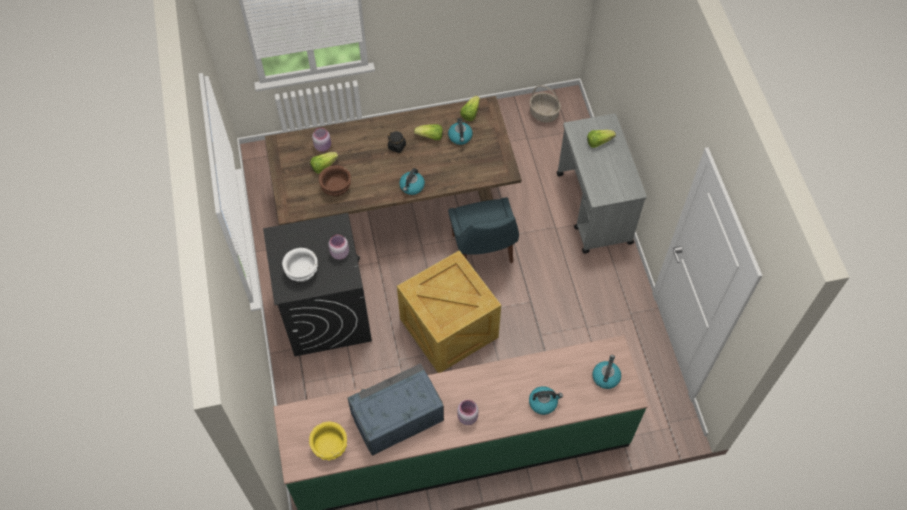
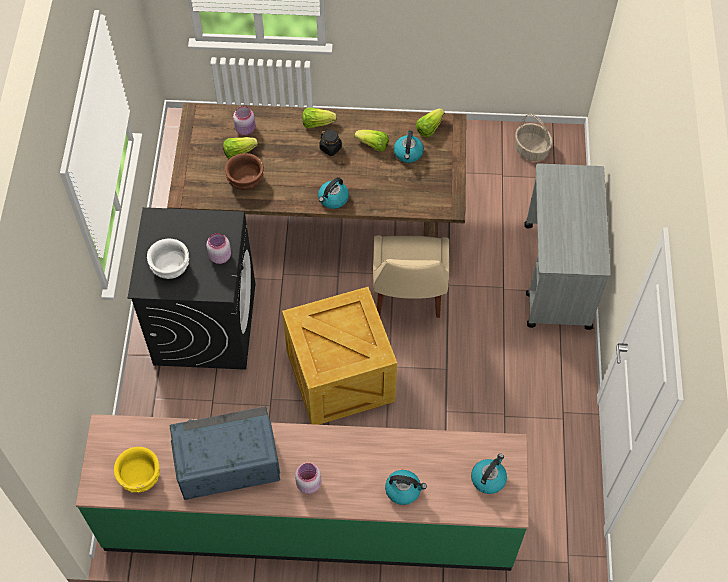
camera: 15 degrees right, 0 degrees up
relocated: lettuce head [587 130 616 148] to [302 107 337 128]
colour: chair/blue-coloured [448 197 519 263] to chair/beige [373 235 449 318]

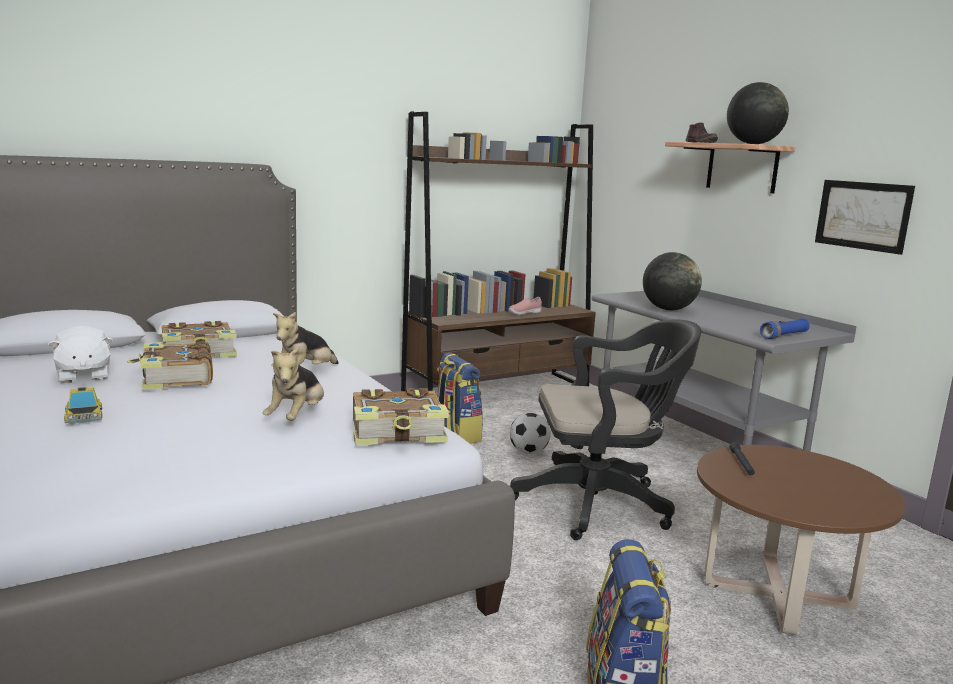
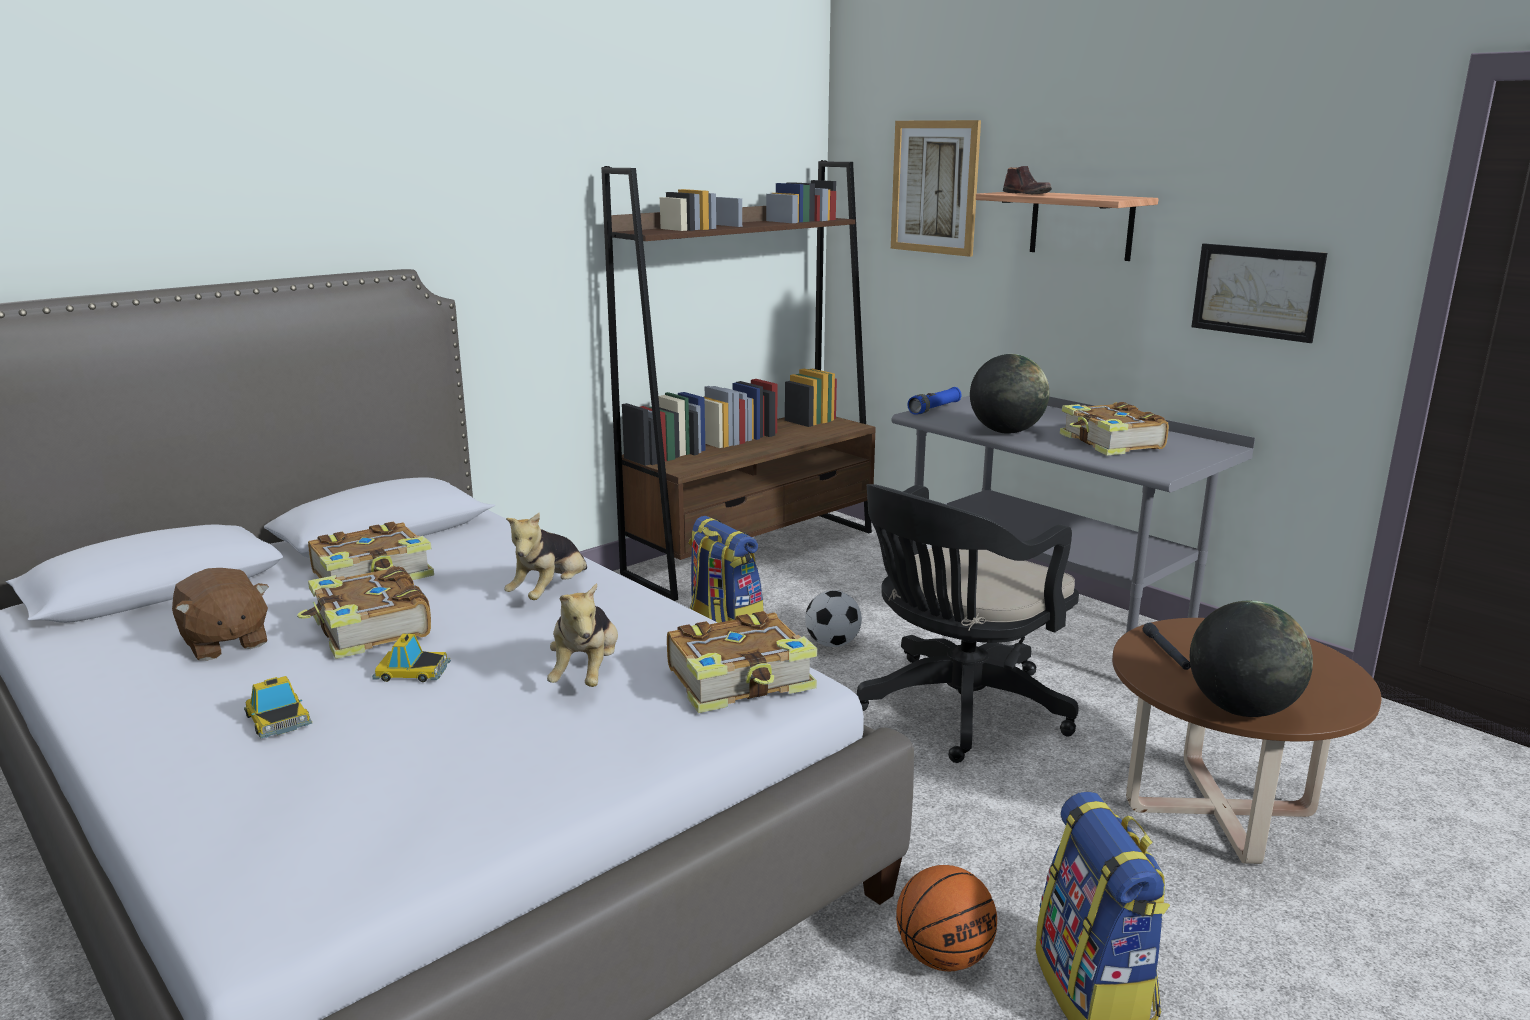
camera: 10 degrees left, 5 degrees up
missing: low shoe/pink-coloured [508 297 542 315]
appeared: model car [372 634 451 682]; picture [891 120 981 257]; basketball [896 865 997 972]; volume [1060 402 1169 455]
relocated: globe [727 82 789 144] to [1190 600 1313 717]; flashlight/blue-coloured [760 318 810 339] to [907 387 961 415]
colour: soft toy/whitish [48 326 113 383] to soft toy/brown-coloured [172 568 269 661]
spun: computer chair/black [510 320 701 540] = [857 484 1079 763] 150 degrees clockwise

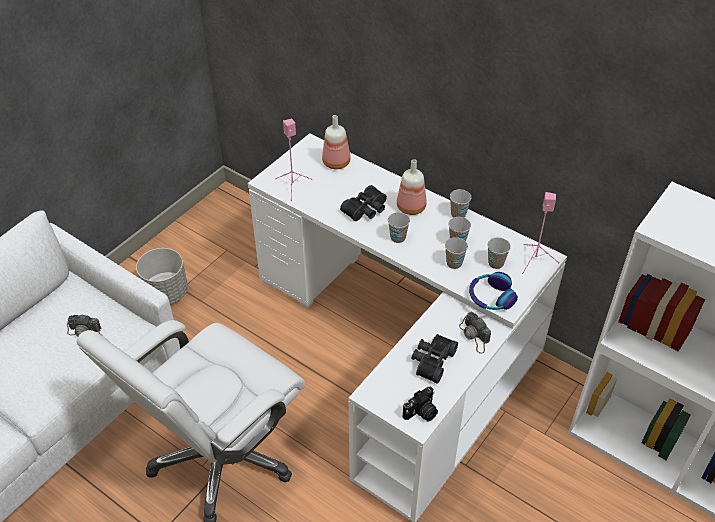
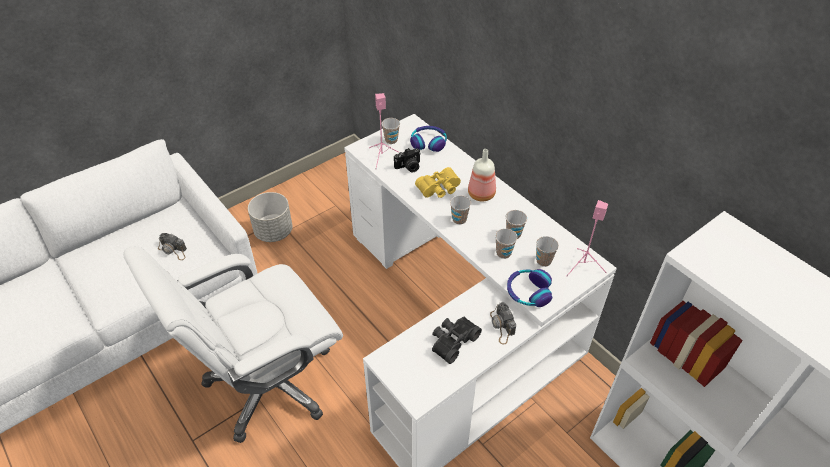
camera: 15 degrees right, 0 degrees up
relocated: photo camera [402 387 438 422] to [394 148 421 173]; small cup [450 189 472 218] to [382 118 400 144]
exchanged: drink bottle [322 115 350 169] to headset [410 126 447 152]
colour: binoculars/black [340 185 387 221] to binoculars/yellow [415 167 461 198]

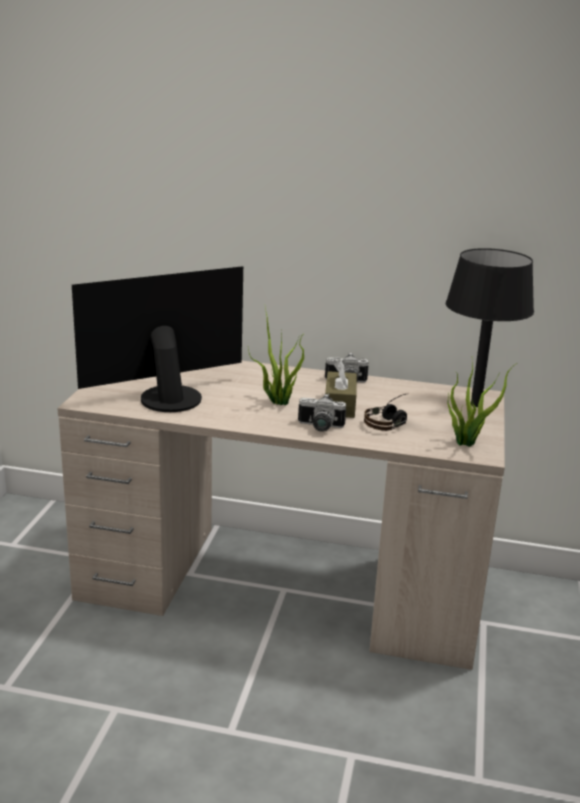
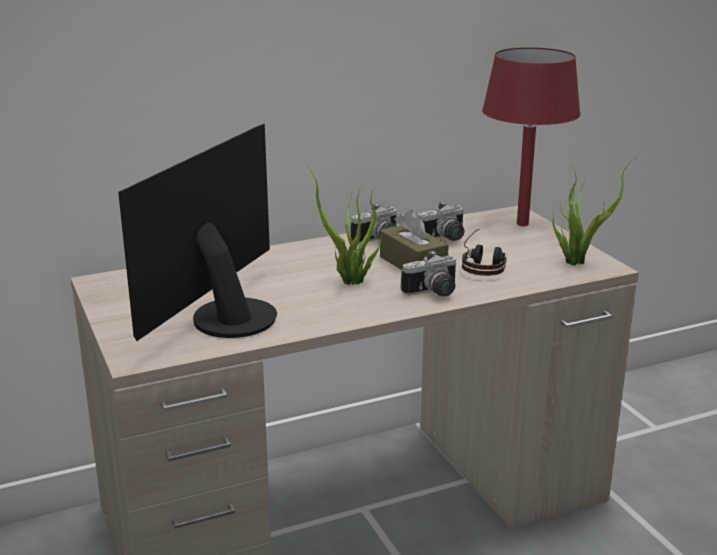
camera: 35 degrees left, 0 degrees up
appeared: photo camera [418 201 464 241]
colour: table lamp/black [446 248 534 407] to table lamp/red [482 47 581 226]

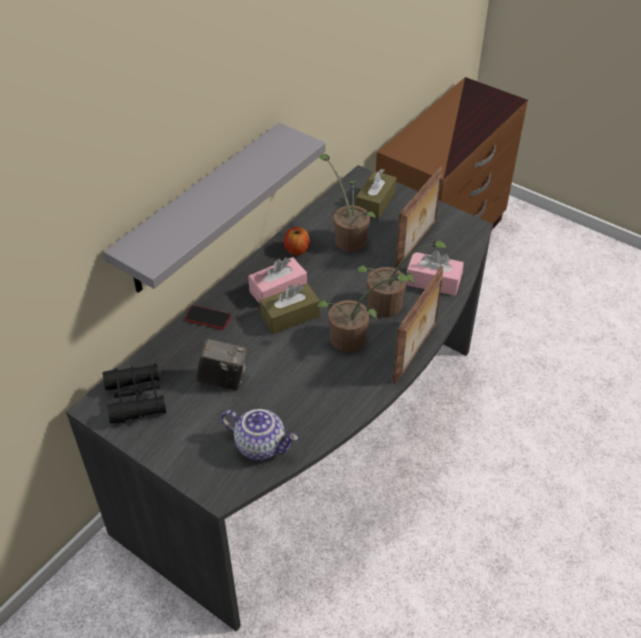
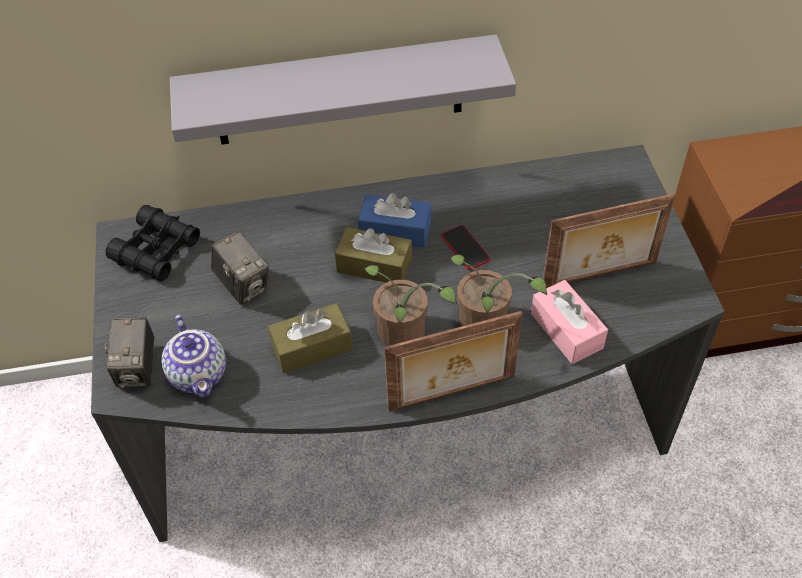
camera: 45 degrees right, 5 degrees up
missing: whole apple [284 227 310 255]; potted plant [319 154 376 252]
appeared: photo camera [105 317 155 388]
relocated: telephone [185 305 231 329] to [441 225 490 270]; tissue box/brown-coloured [356 169 396 219] to [268 303 353 373]
colour: tissue box/pink-coloured [248 257 307 304] to tissue box/blue-coloured [358 193 431 248]

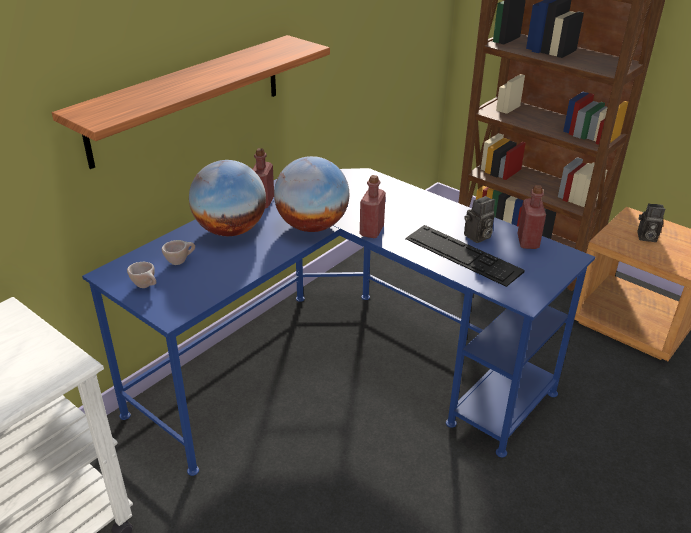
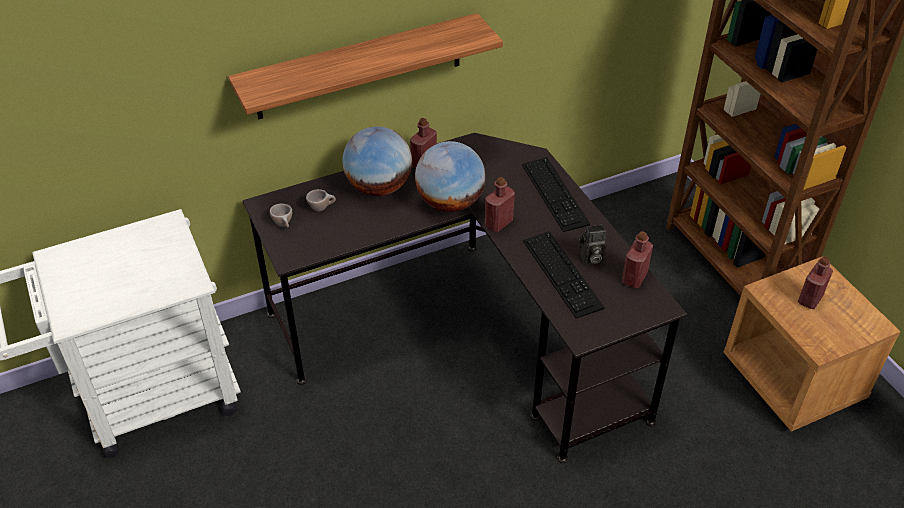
camera: 25 degrees right, 10 degrees up
appeared: PC keyboard [522 157 590 232]
exchanged: photo camera [637 203 665 242] to drink bottle/red [798 256 833 309]
colour: desk/blue-coloured [82 168 595 476] to desk/black [243 133 687 463]

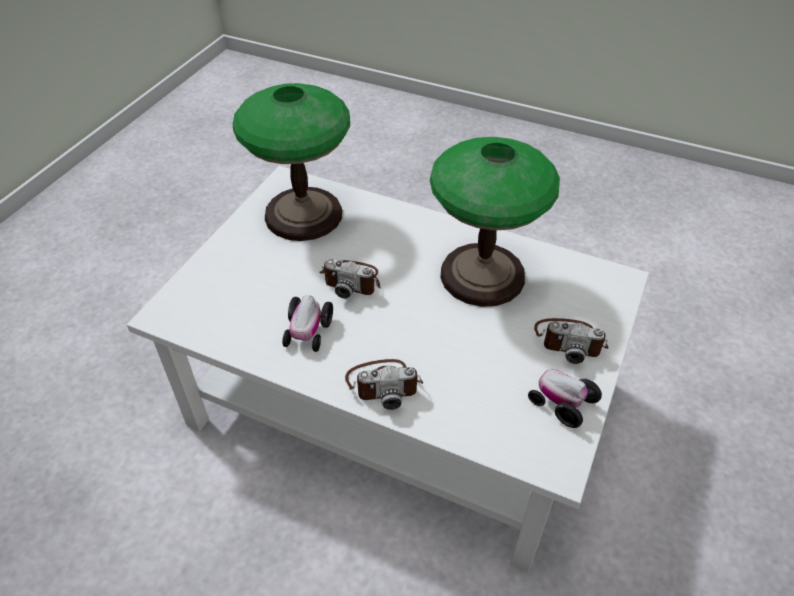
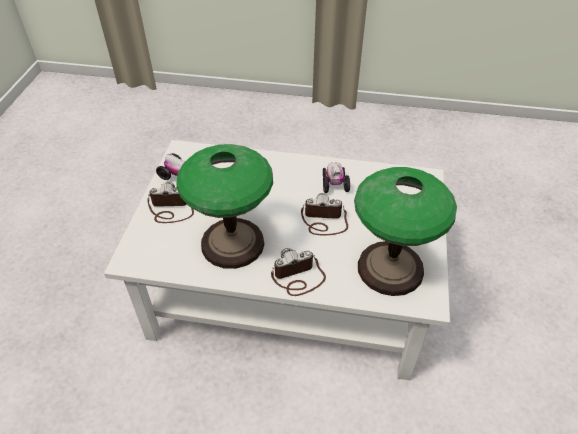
camera: 165 degrees right, 0 degrees up
relocated: photo camera [345 359 423 410] to [271 248 326 296]

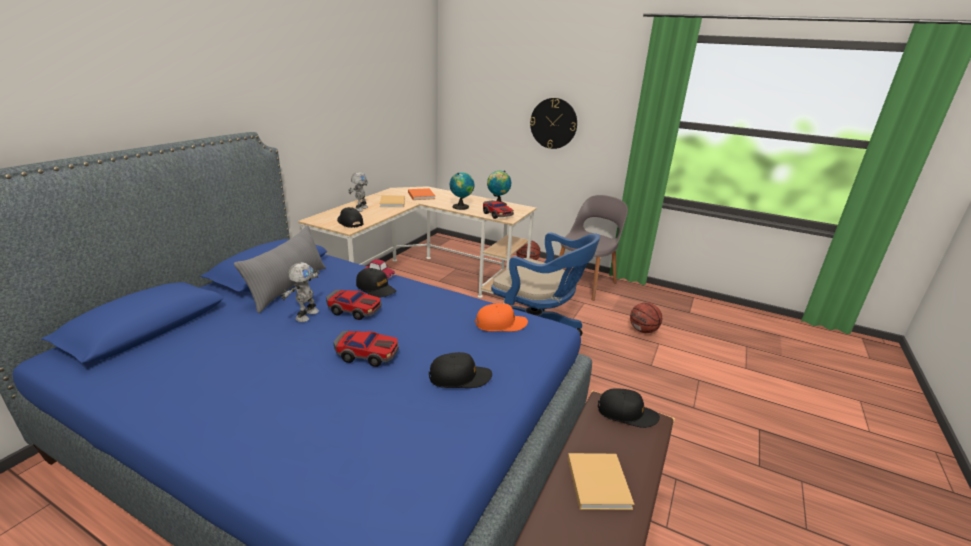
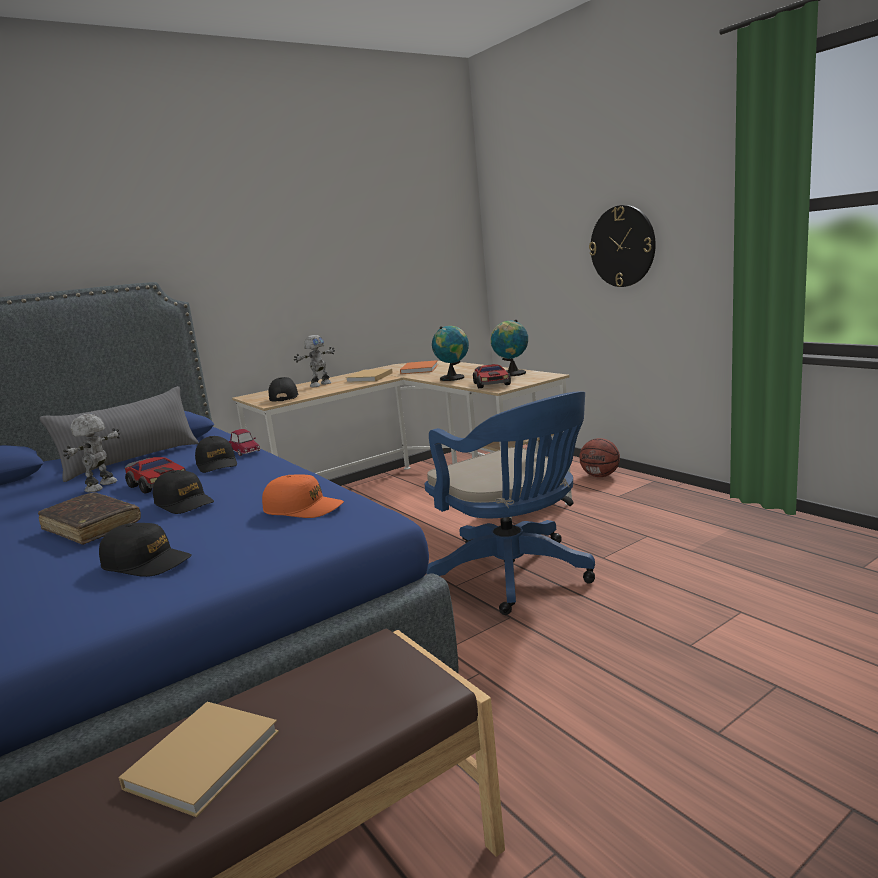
camera: 30 degrees right, 10 degrees down
missing: chair/grey [559 195 628 301]; basketball [630 302 662 333]
relocated: cap/black [598 388 660 428] to [153 470 214 514]
exchanged: model car [333 331 399 367] to volume/brown-coloured [38 492 141 545]
spun: toy robot [281 262 320 322] = [63 414 121 492] 150 degrees clockwise

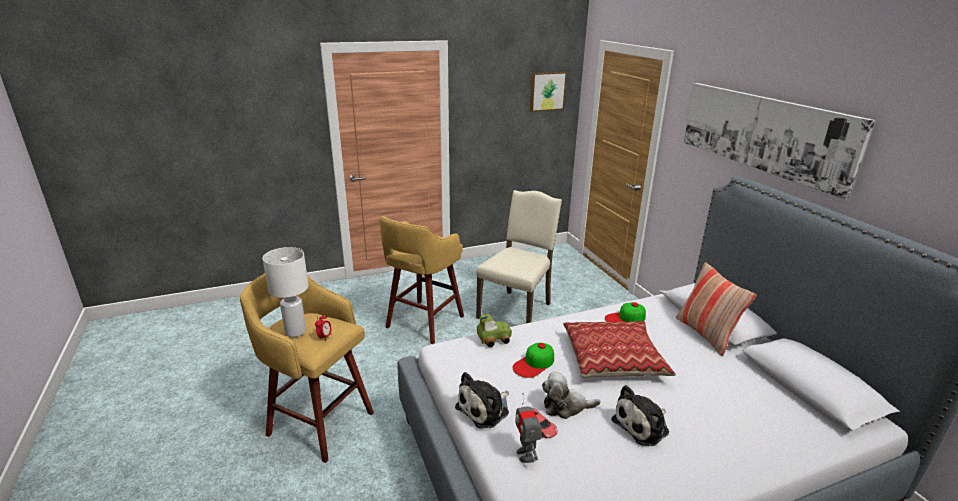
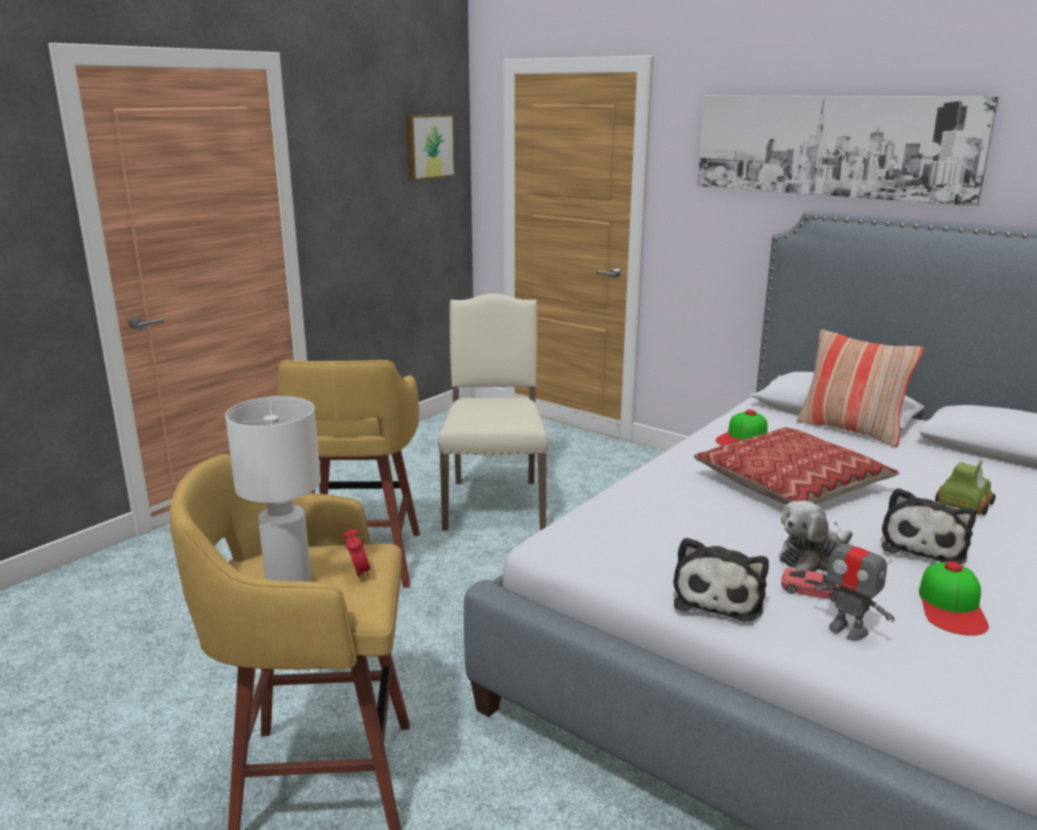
camera: 30 degrees left, 5 degrees down
relocated: model car [477 314 512 347] to [935 460 996 516]; cap [512 343 554 378] to [919 561 989 636]

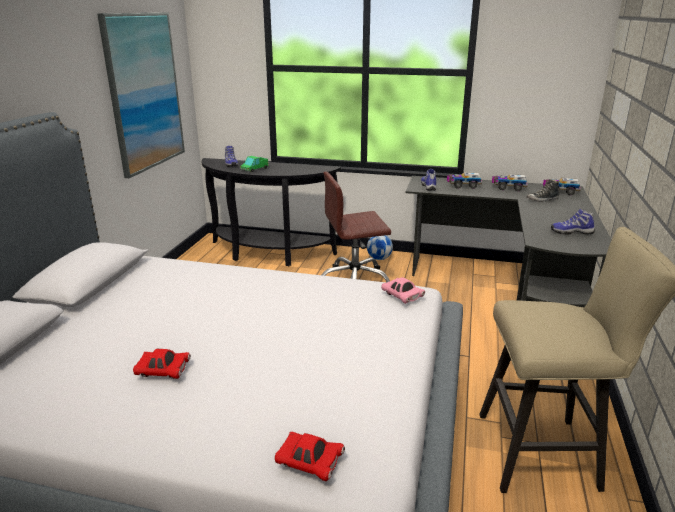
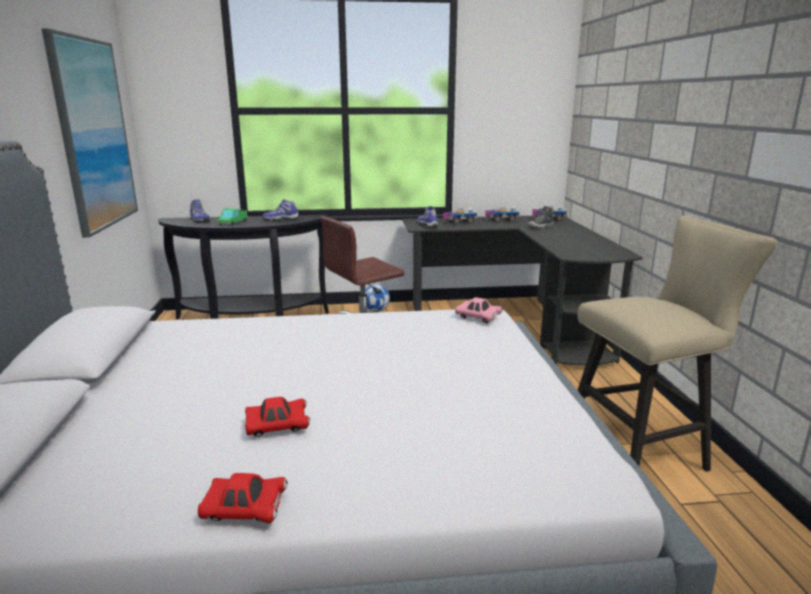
camera: 20 degrees left, 5 degrees down
relocated: model car/red [275 432 345 481] to [198 473 288 523]; low shoe [551 209 595 235] to [262 199 299 221]

